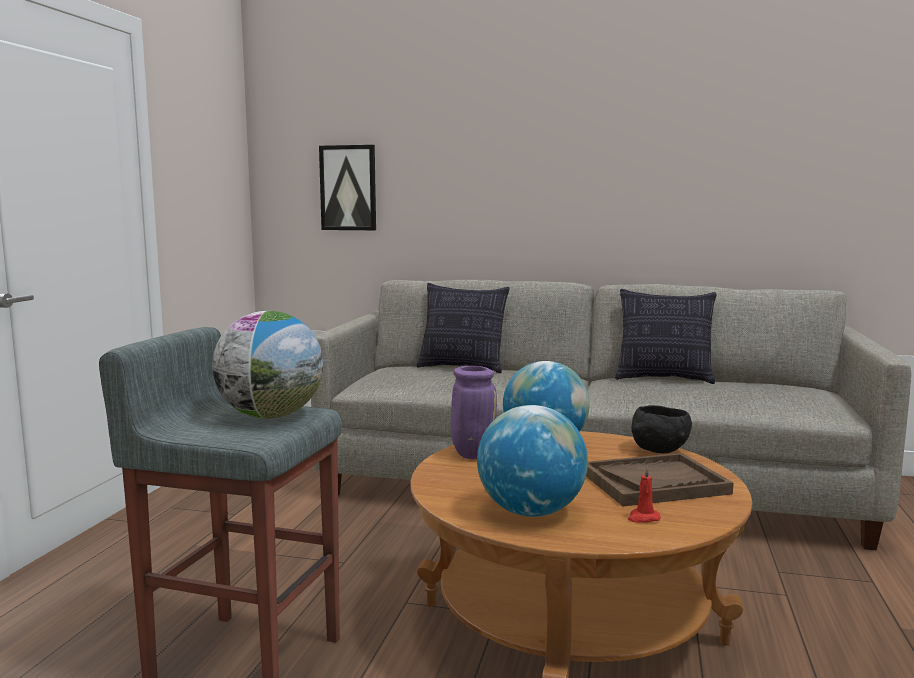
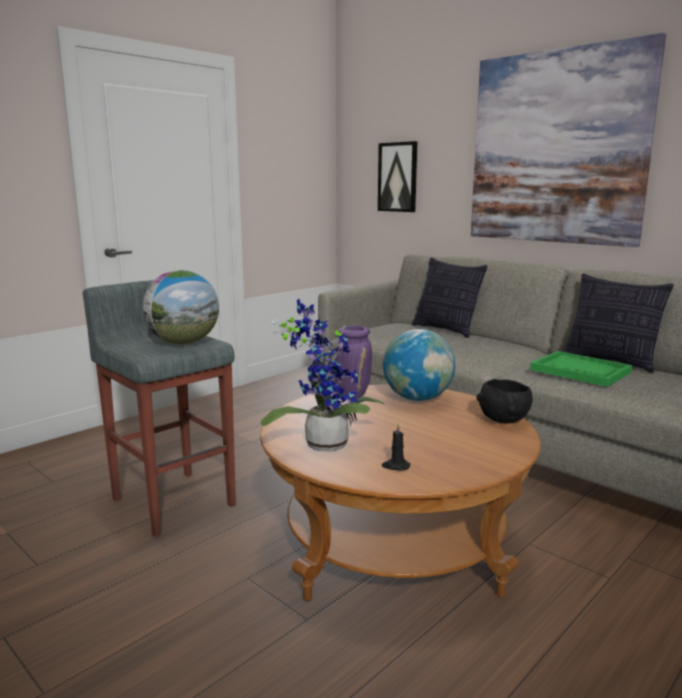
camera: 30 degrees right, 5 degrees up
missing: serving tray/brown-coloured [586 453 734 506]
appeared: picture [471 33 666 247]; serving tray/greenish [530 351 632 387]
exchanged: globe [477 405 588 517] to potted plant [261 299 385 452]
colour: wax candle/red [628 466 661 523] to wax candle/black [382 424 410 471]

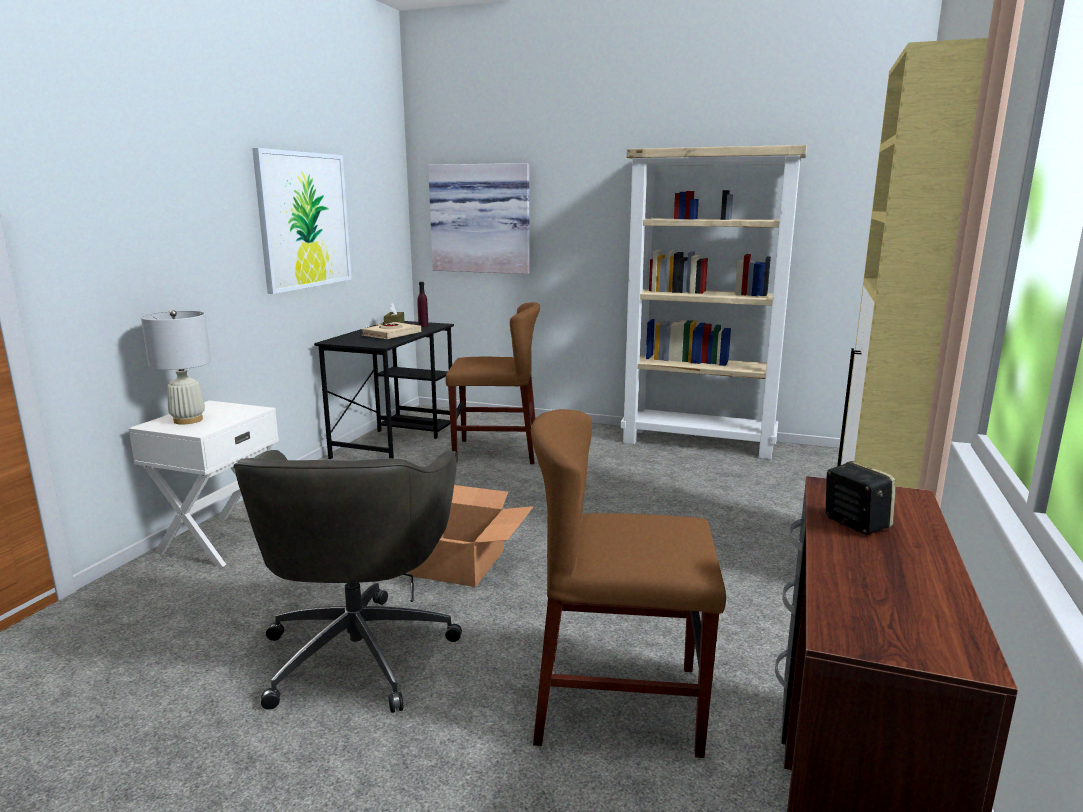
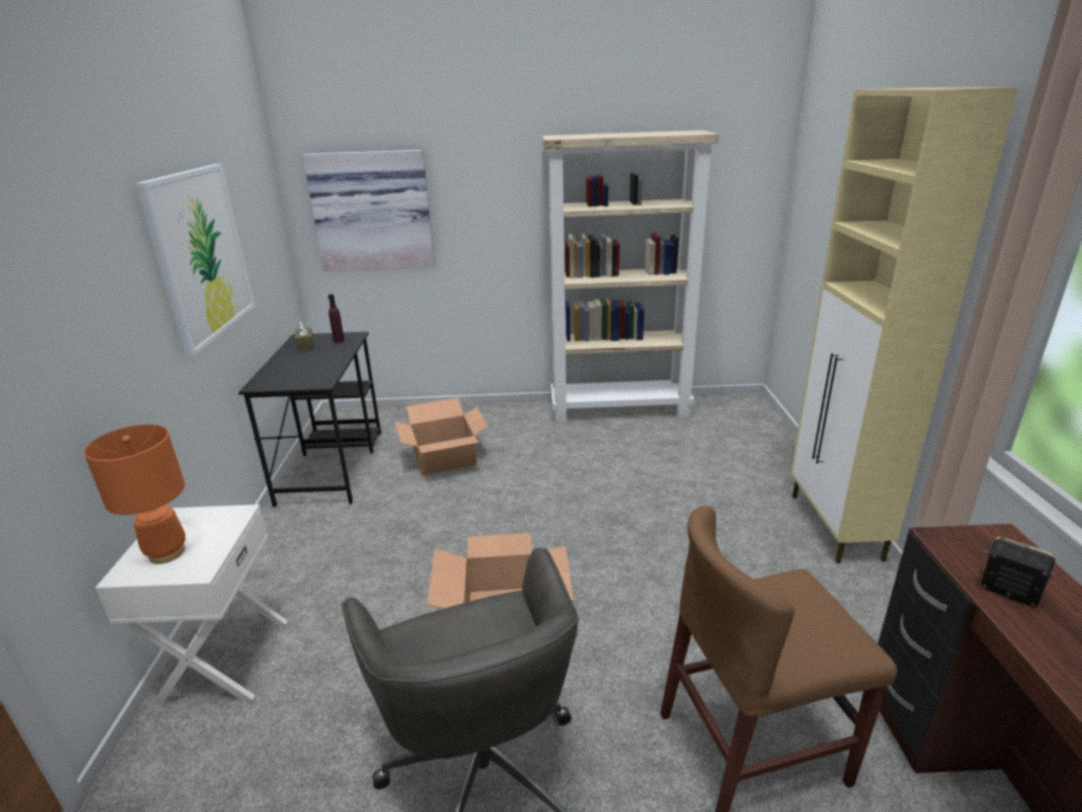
camera: 20 degrees left, 10 degrees up
missing: volume/beige [361 322 421 339]
exchanged: chair/brown-coloured [445 302 540 464] to packing box [395 398 488 476]
colour: table lamp/whitish [141 310 211 424] to table lamp/orange-coloured [84 424 185 564]

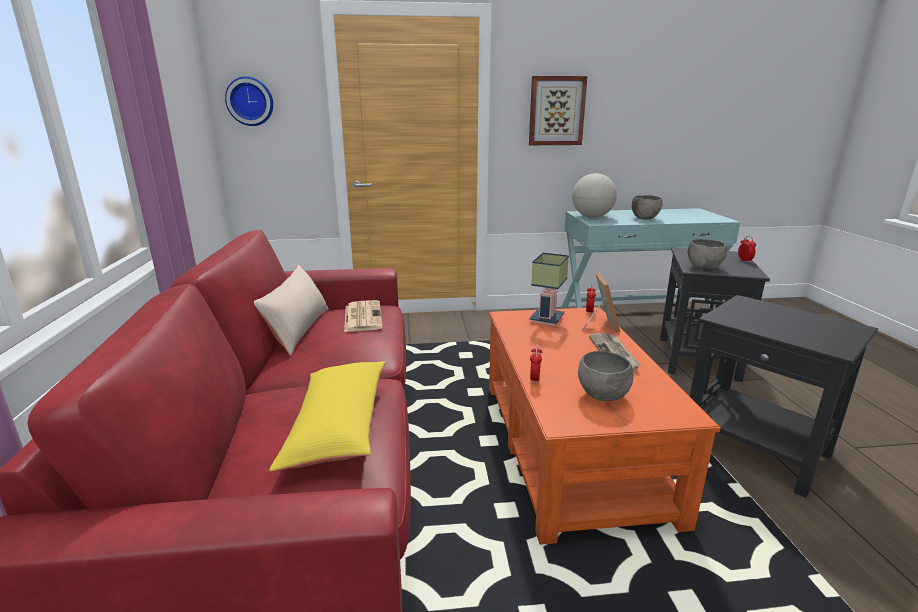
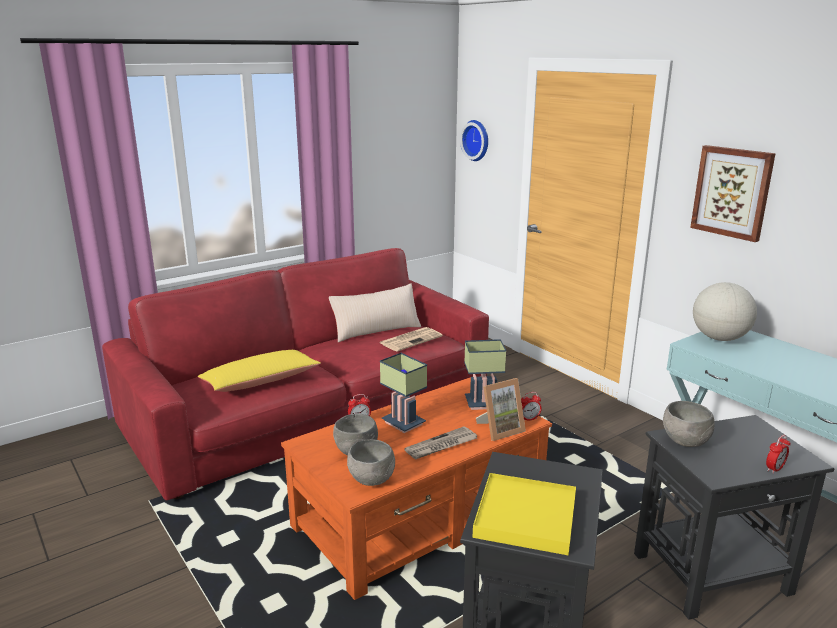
camera: 60 degrees right, 0 degrees up
appeared: table lamp [380 353 427 433]; serving tray/yellow [473 473 576 555]
relocated: bowl/grey [632 195 663 220] to [347 439 395 486]

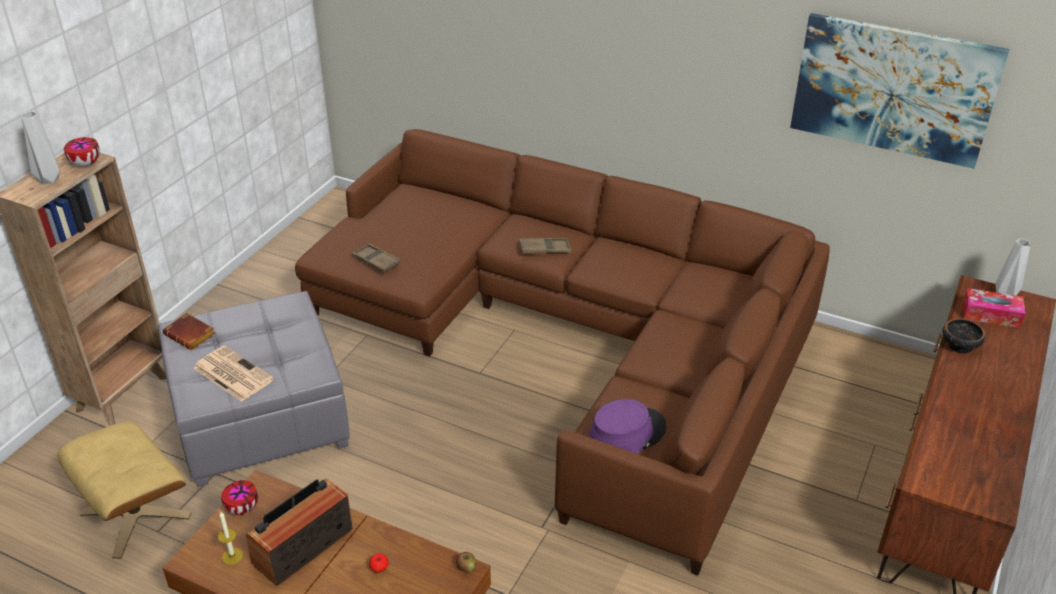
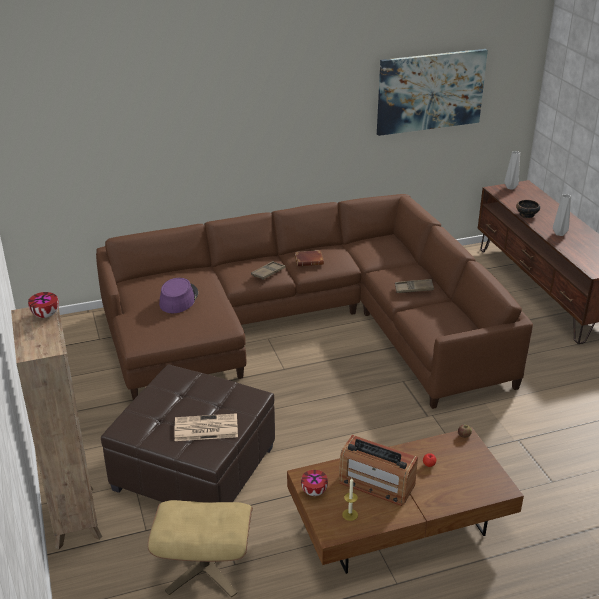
camera: 45 degrees left, 5 degrees down
missing: tissue box [963 288 1026 328]
relocated: decorative vase/grey [21 111 59 184] to [553 194 571 236]; volume/brown-coloured [163 313 215 350] to [295 250 324 266]; serving tray/brown-coloured [352 244 401 272] to [395 279 434 293]; wearable hat/purple [589 399 666 454] to [159 278 198 313]
colour: footrest/grey [158 291 350 487] to footrest/brown-coloured [101 364 275 503]
spun: radio receiver [246 479 353 586] = [339 435 418 506] 60 degrees counterclockwise

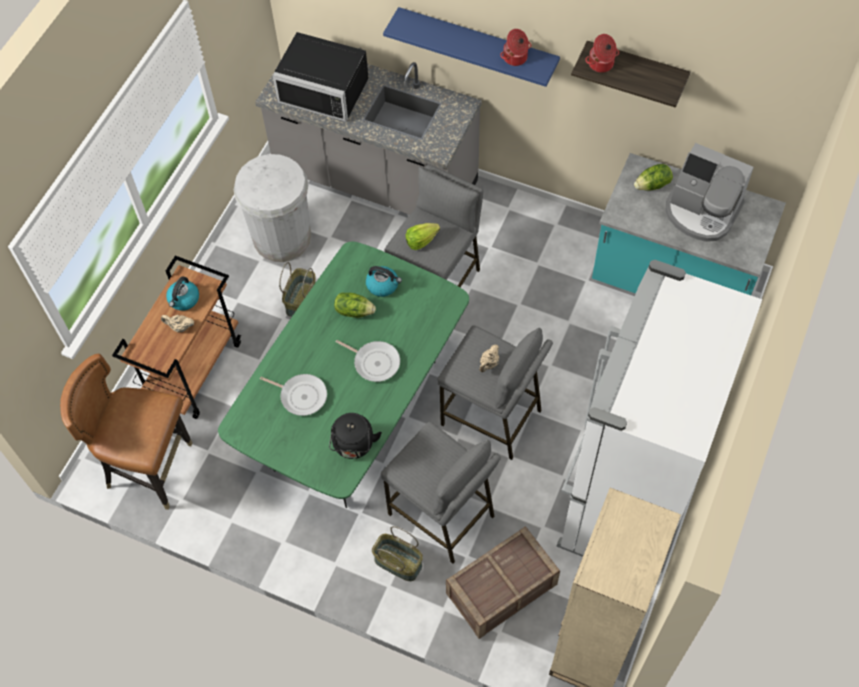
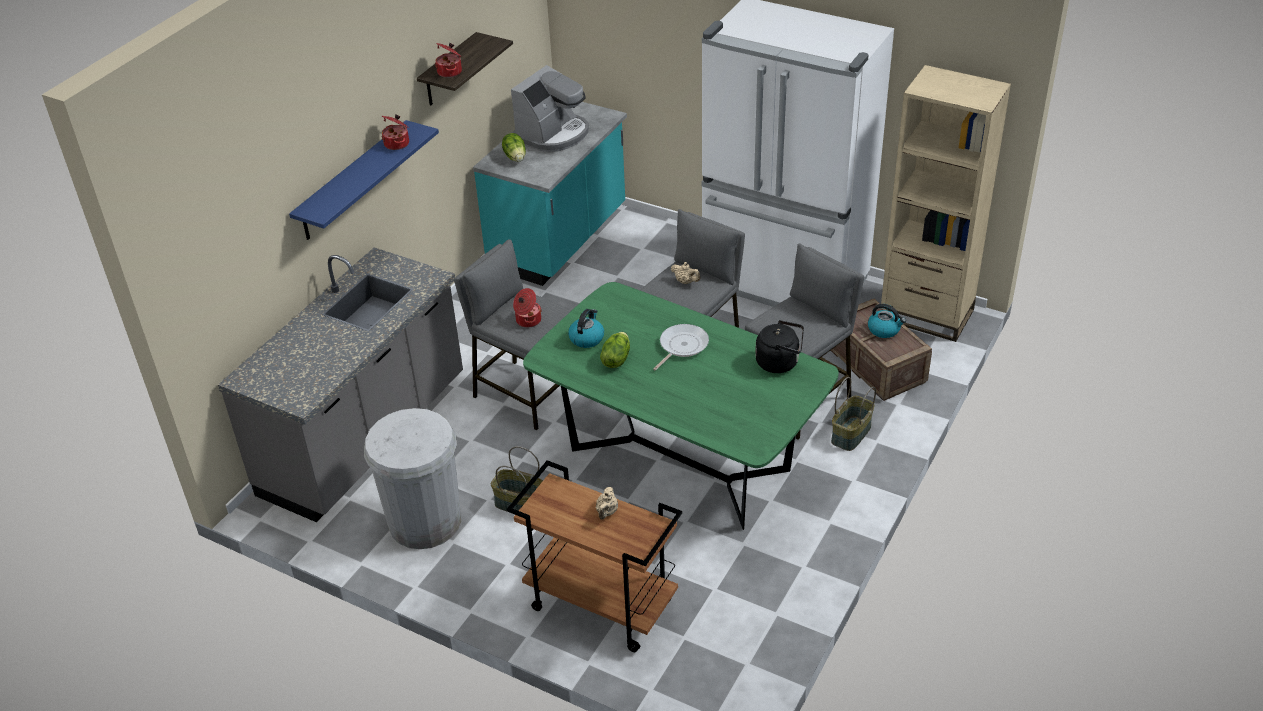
camera: 85 degrees left, 20 degrees down
missing: chair/brown-coloured [60 354 192 510]; skillet [260 374 327 416]; microwave oven/black [272 32 369 122]
relocated: kettle [166 276 199 311] to [868 304 906 338]
exchanged: lettuce head [406 223 440 250] to saucepot [513 288 542 328]

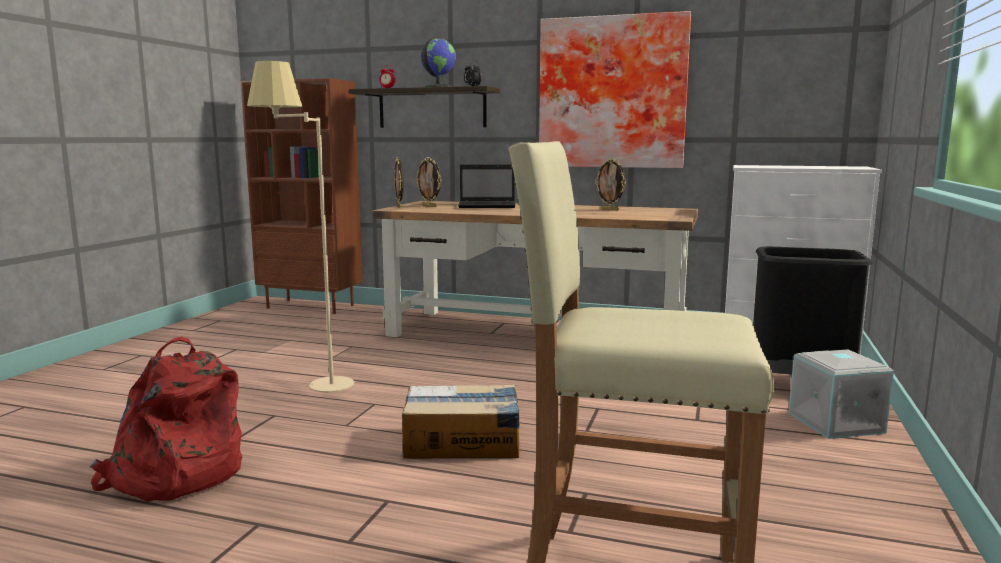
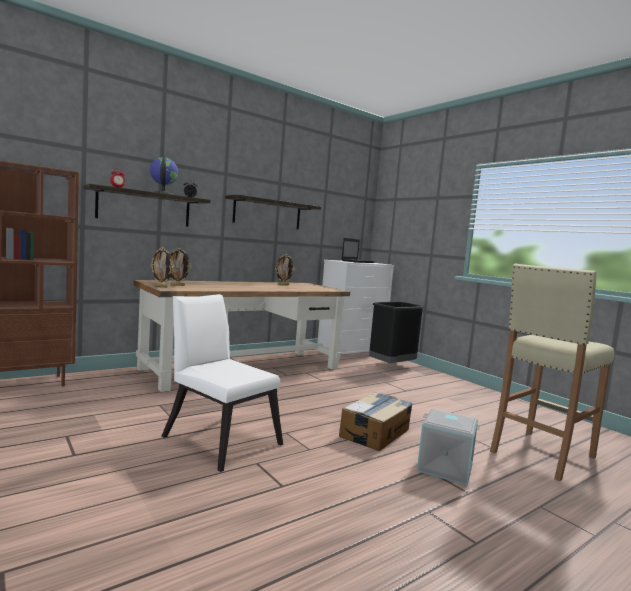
camera: 55 degrees left, 5 degrees down
missing: rucksack/red [90 336 242 502]
relocated: laptop [458 165 515 208] to [342 238 375 263]; storage container/grey [789 349 894 439] to [417 409 480 486]
exchanged: floor lamp/beige [247 61 354 392] to chair/whitish [161 294 283 472]; picture [539 11 691 168] to bracket shelf [225 195 321 229]

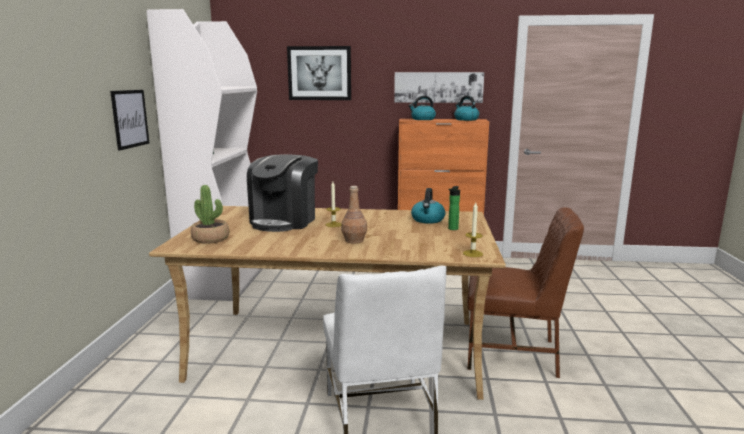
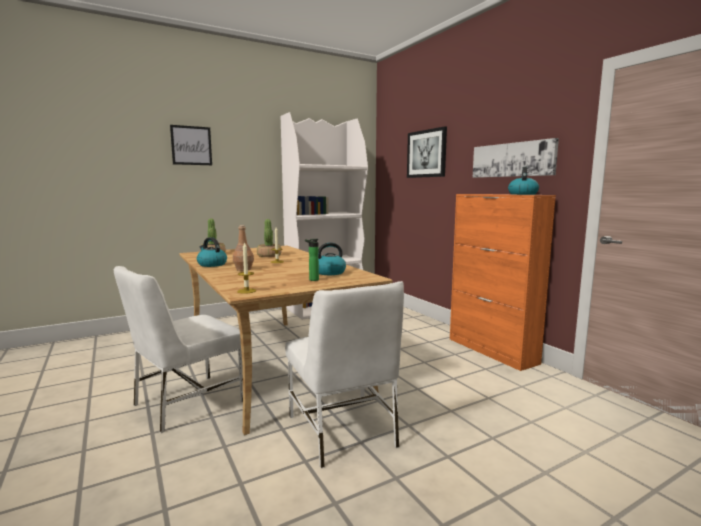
camera: 55 degrees right, 5 degrees down
relocated: picture [110 90 149 151] to [170 125 212 165]; kettle [409 96 436 120] to [197 237 227 267]
exchanged: coffee maker [247 155 318 232] to potted plant [257 219 282 257]
colour: chair/brown-coloured [467 207 584 378] to chair/whitish [285 281 404 468]

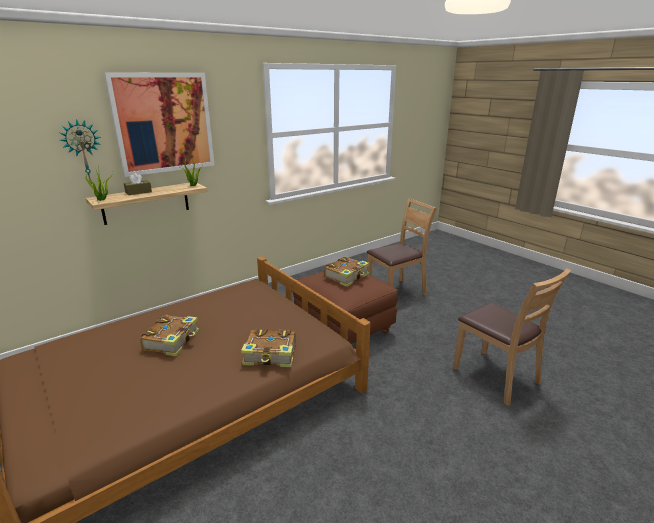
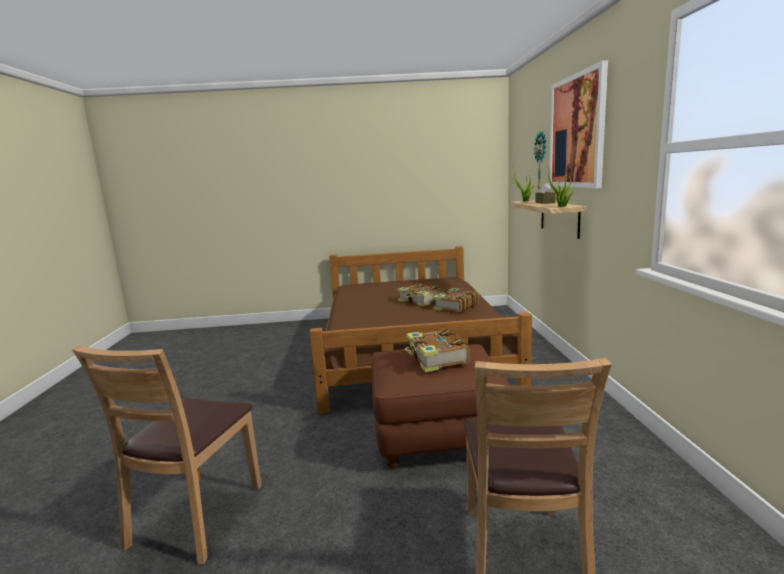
camera: 125 degrees right, 10 degrees down
relocated: volume [241 329 296 367] to [433 288 479 313]
spun: chair/brown-coloured [453 268 571 406] = [72 345 261 564] 75 degrees counterclockwise

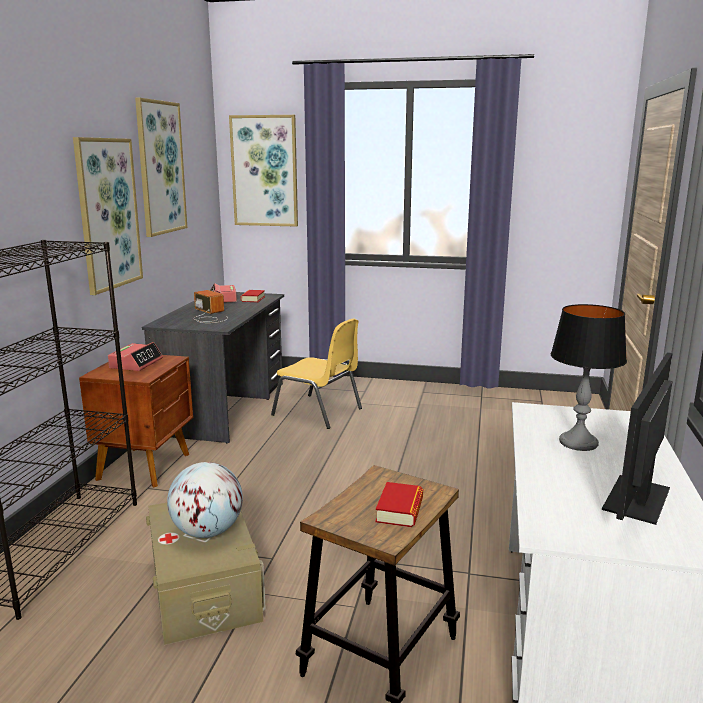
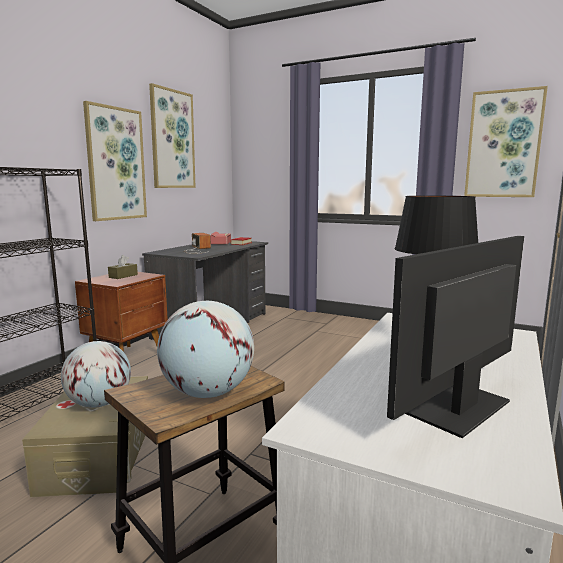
camera: 15 degrees right, 5 degrees down
missing: chair/yellow [271 319 362 429]
relocated: picture [229 115 298 227] to [464 86 548 197]
exchanged: bedside clock [108 342 163 371] to tissue box/brown-coloured [108 255 138 279]; volume [375 482 423 527] to globe [157 301 254 398]

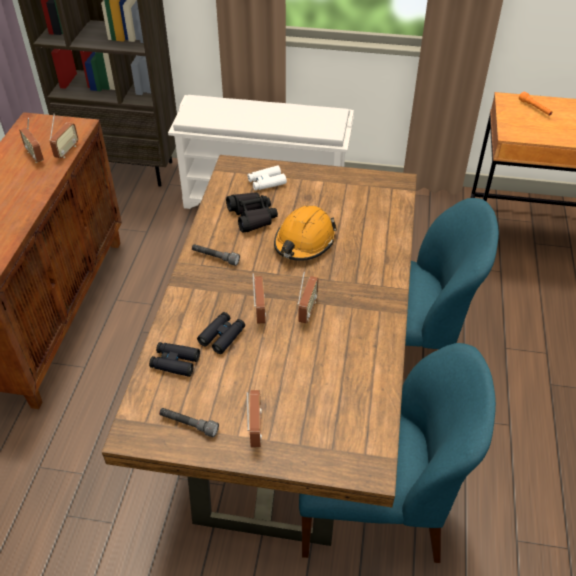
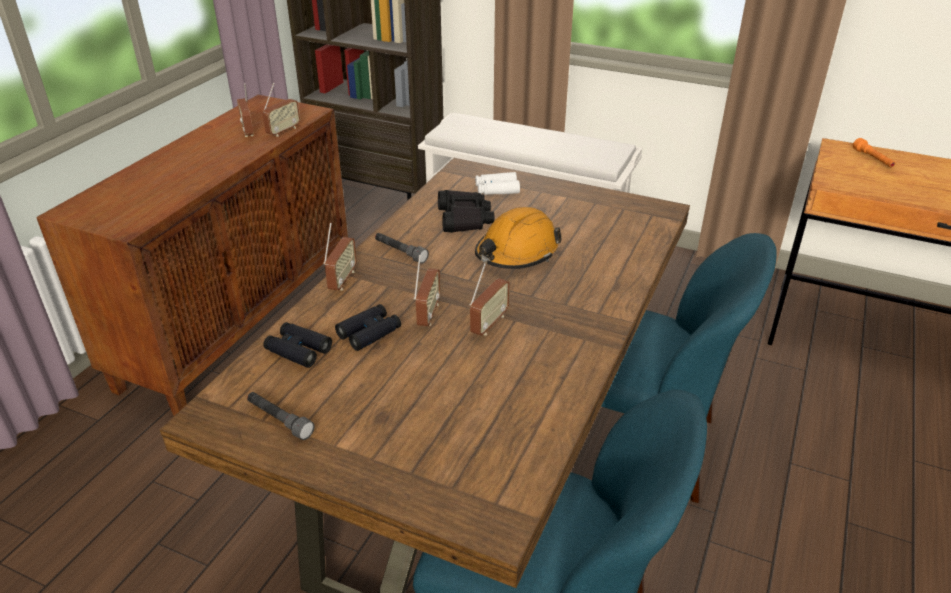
camera: 15 degrees right, 10 degrees down
relocated: radio receiver [247 390 262 447] to [323 223 357 290]

